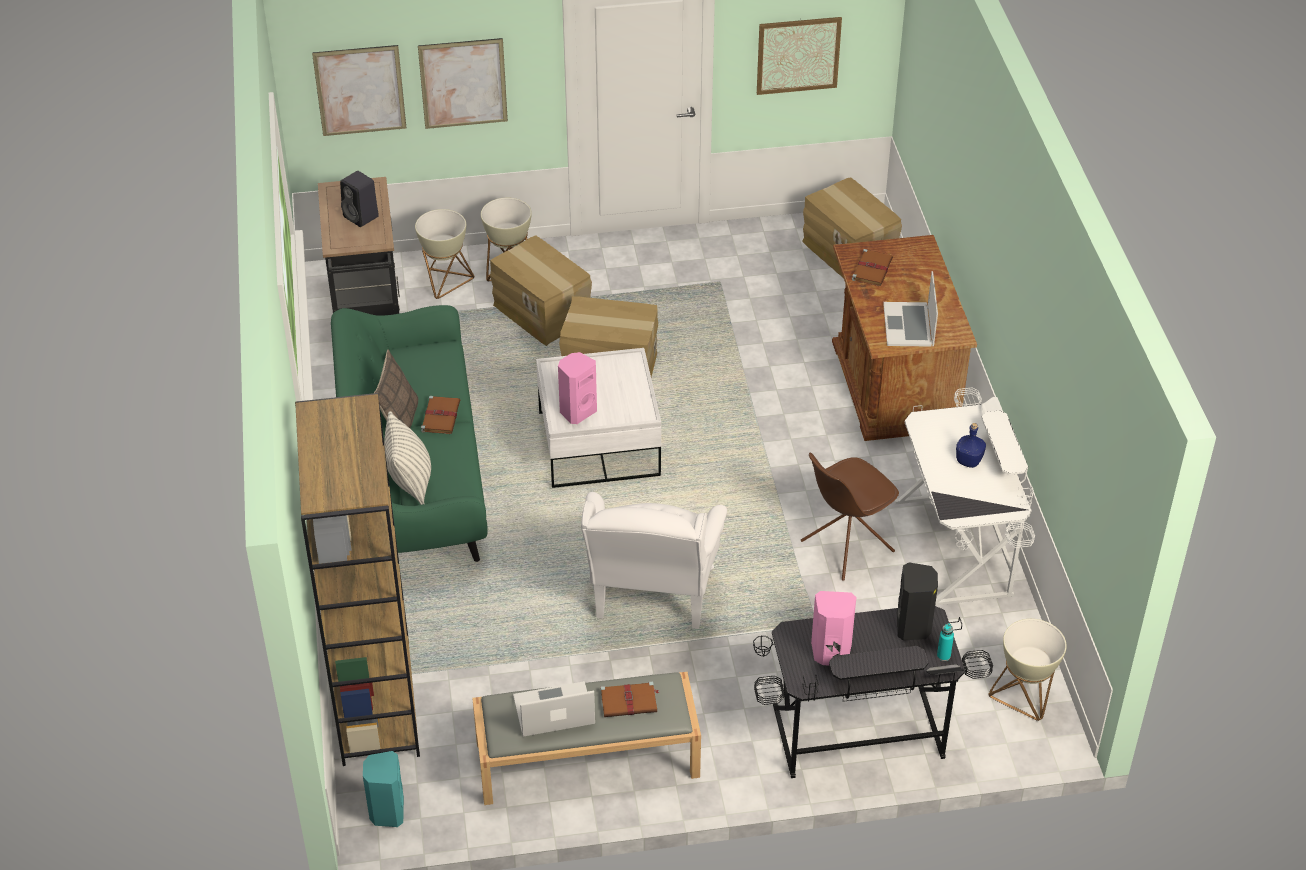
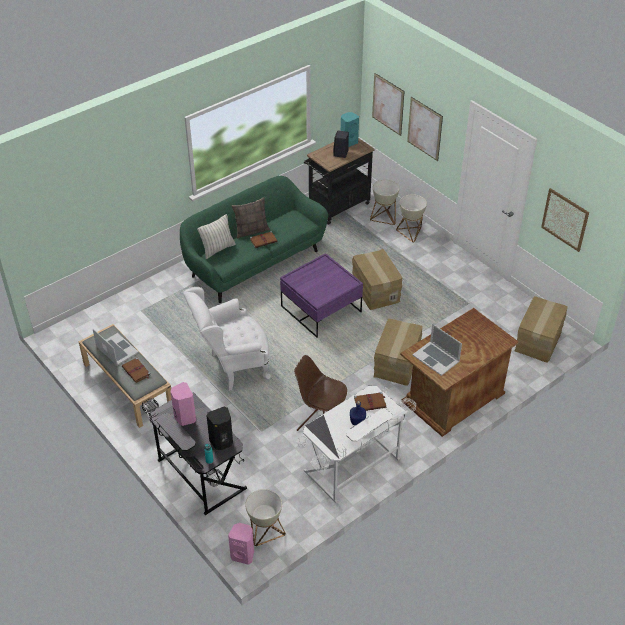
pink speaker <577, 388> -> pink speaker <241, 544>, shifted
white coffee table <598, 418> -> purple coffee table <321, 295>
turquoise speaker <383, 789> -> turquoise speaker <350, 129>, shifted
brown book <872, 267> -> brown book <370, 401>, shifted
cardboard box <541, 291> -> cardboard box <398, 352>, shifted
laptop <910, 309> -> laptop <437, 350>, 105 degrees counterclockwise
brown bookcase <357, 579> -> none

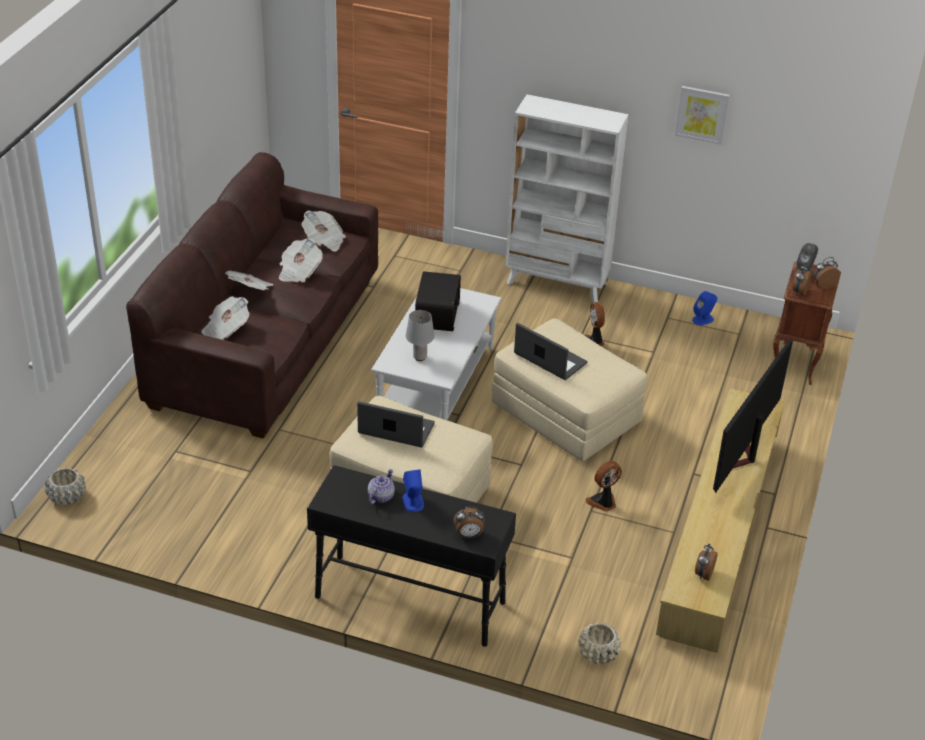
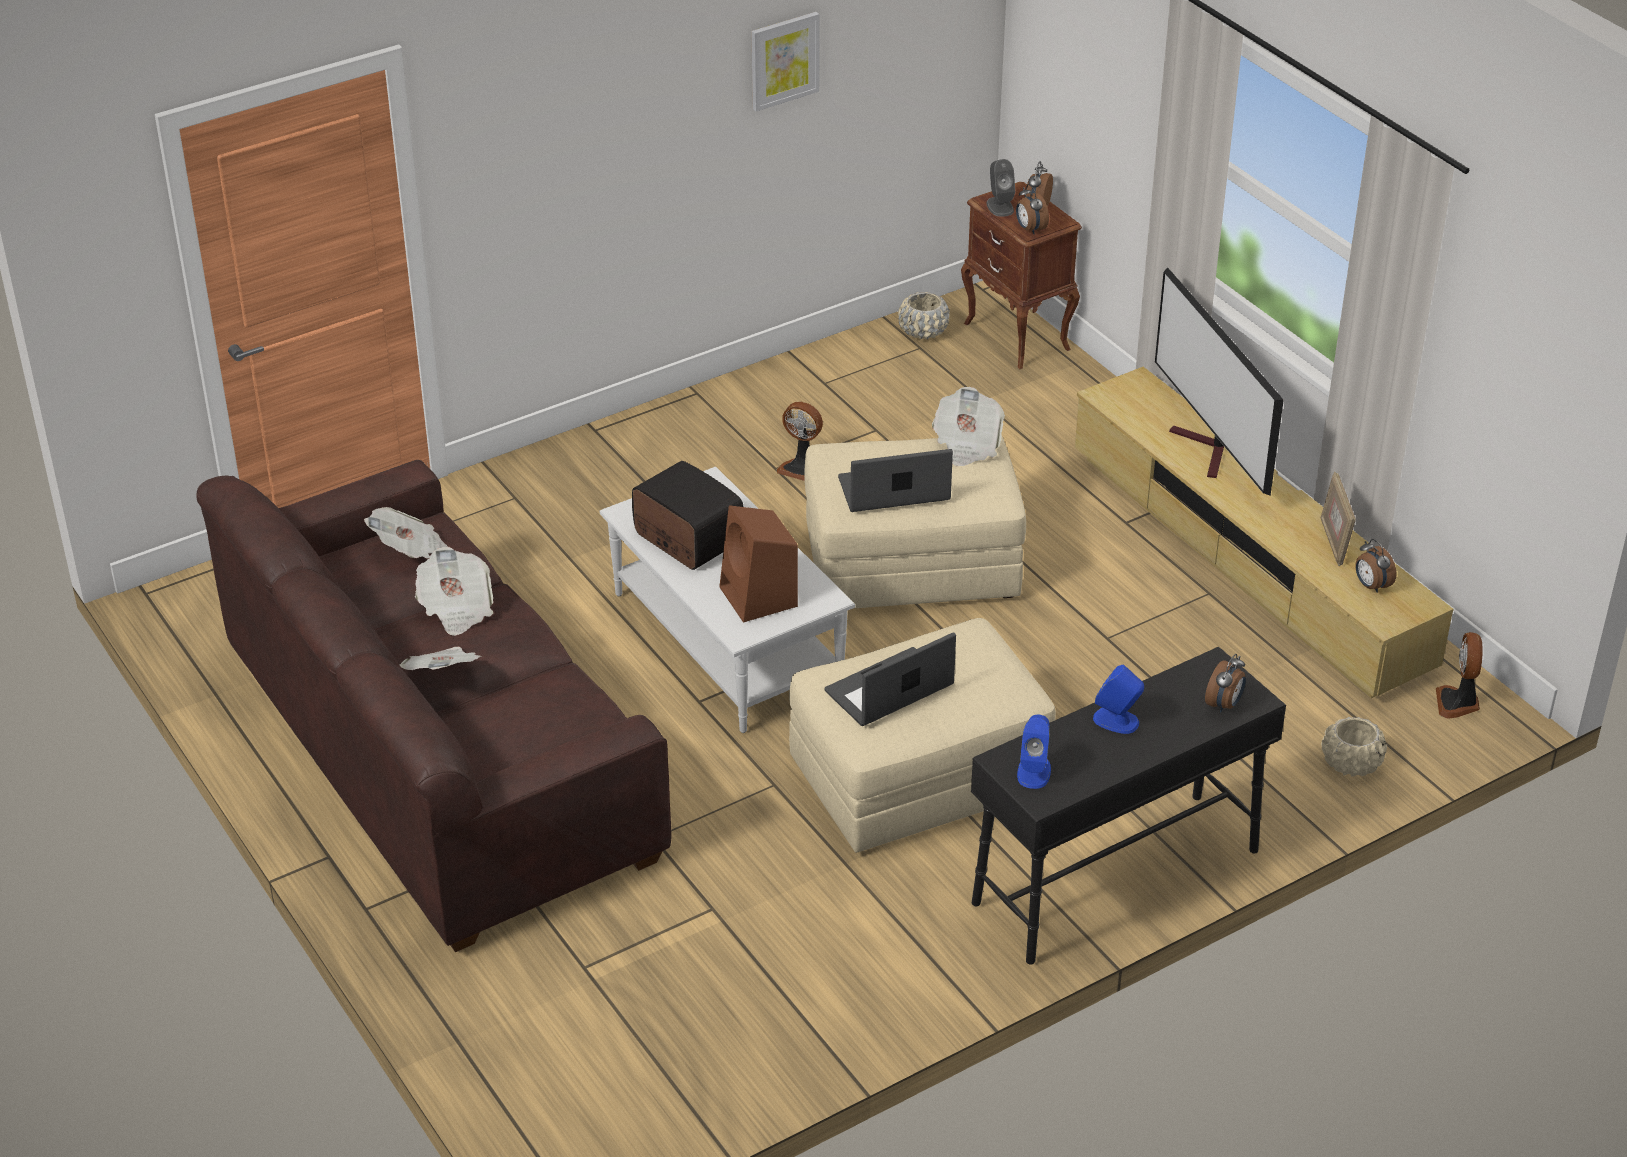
grey table lamp <420, 335> -> brown speaker <759, 563>
beige planter <65, 486> -> beige planter <924, 316>, shifted
newspaper <225, 318> -> newspaper <968, 426>, shifted
blue speaker <704, 308> -> blue speaker <1034, 752>, shifted
none -> picture frame <1338, 519>
fan <604, 486> -> fan <1459, 675>, shifted
teapot <381, 486> -> none
white bookcase <567, 198> -> none

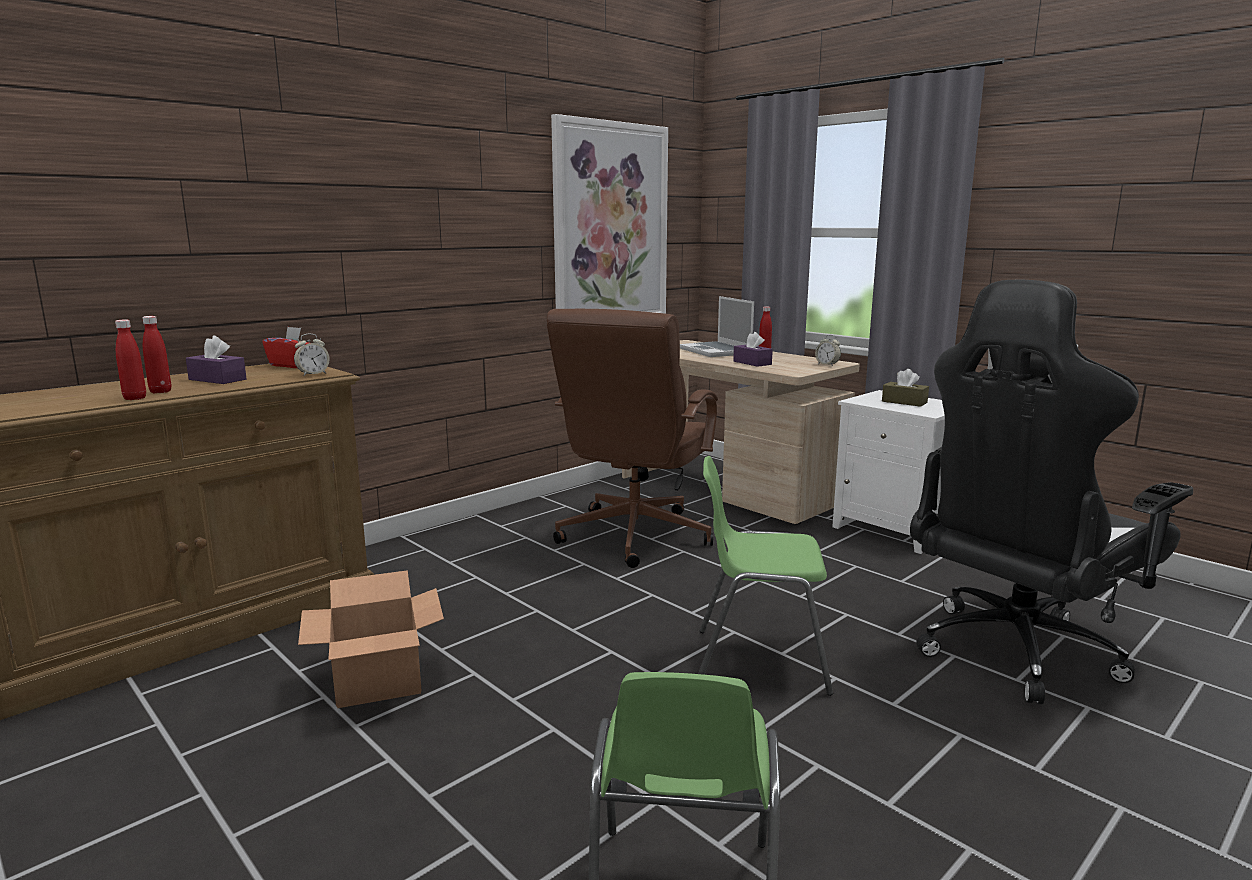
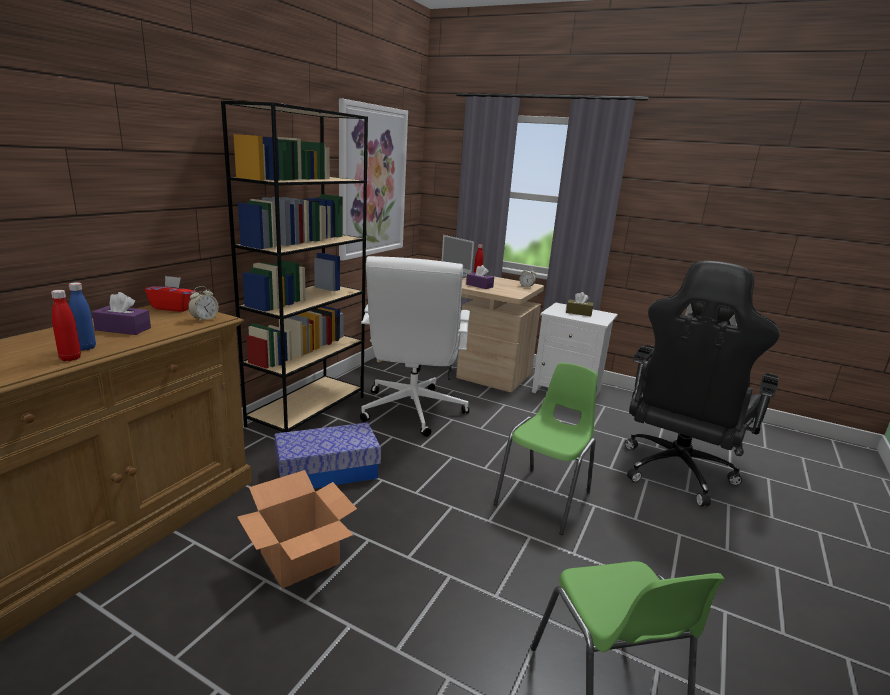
red bottle <156, 354> -> blue bottle <82, 316>
none -> beige bookcase <294, 266>
none -> storage box <328, 455>
brown office chair <632, 438> -> white office chair <415, 346>
green chair <765, 576> -> green chair <546, 449>, 135 degrees clockwise

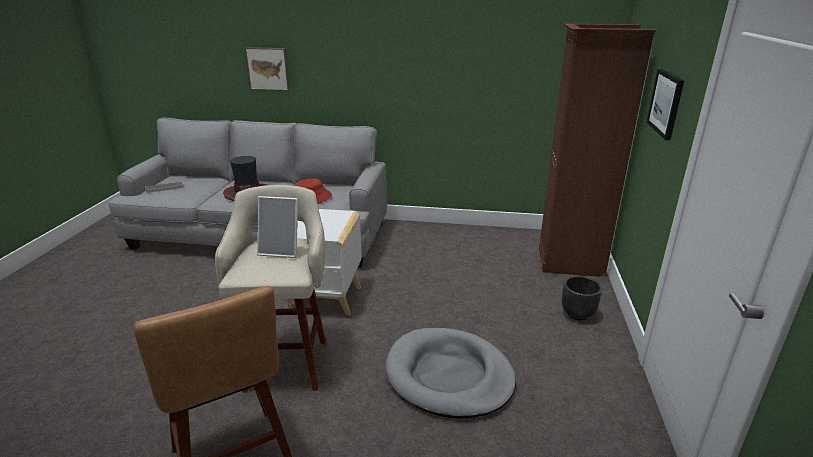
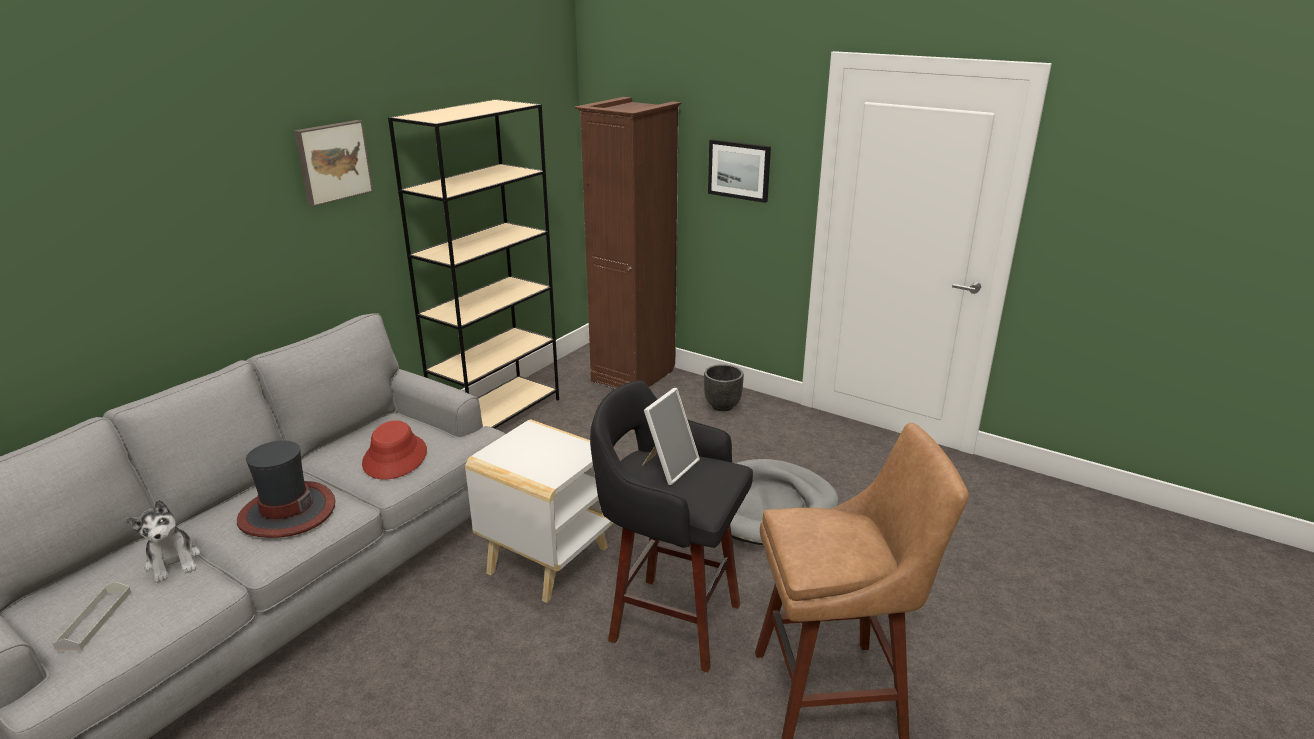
none -> plush toy <163, 541>
picture <267, 69> -> picture <333, 163>, shifted
none -> beige bookcase <473, 263>
beige stool <270, 289> -> black stool <671, 526>

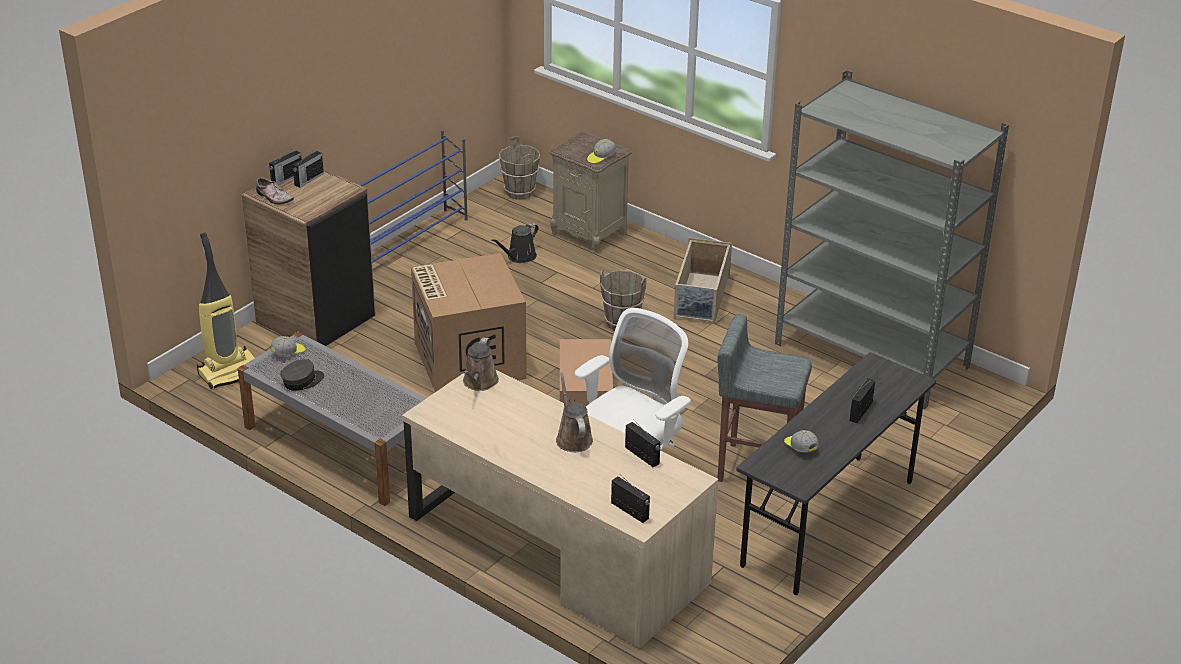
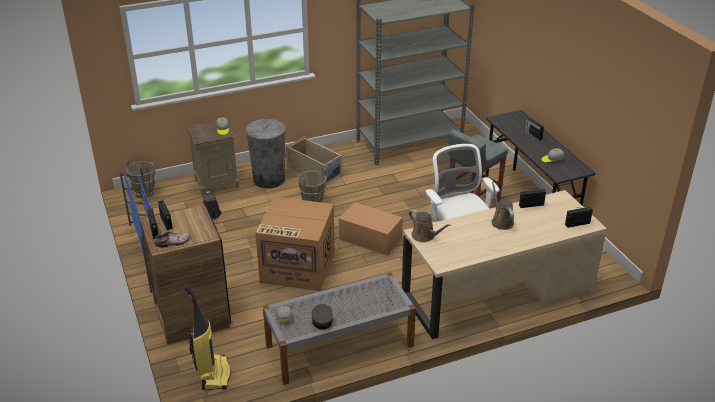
none -> grey trash can <266, 153>
brown watering can <574, 412> -> brown watering can <503, 206>, 60 degrees clockwise

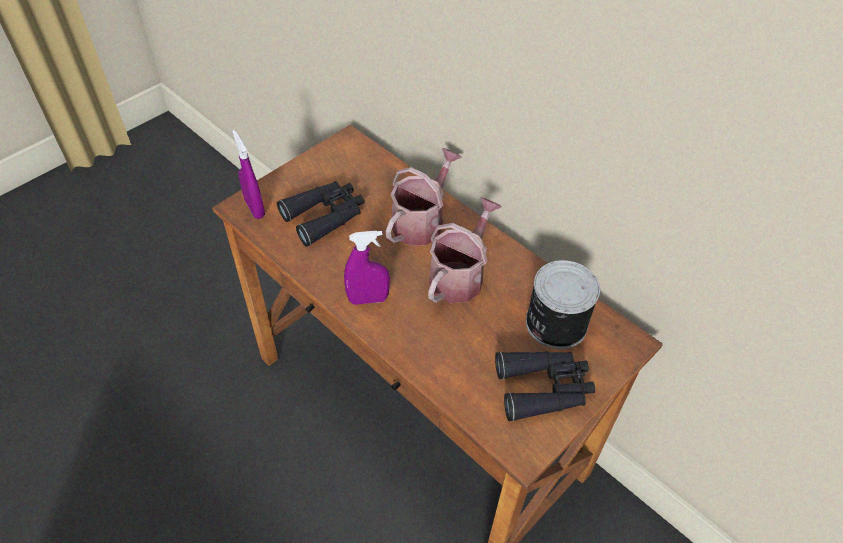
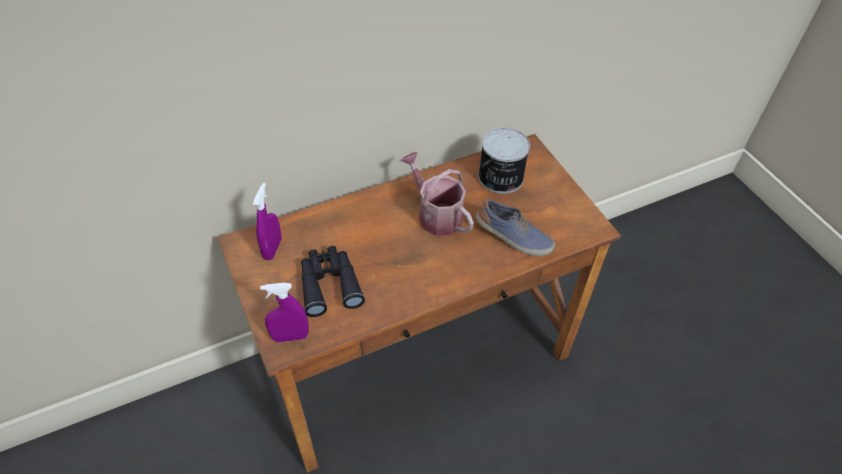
purple spray bottle <367, 267> -> purple spray bottle <267, 221>, shifted
none -> shoe <515, 227>
watering can <424, 197> -> none
black binoculars <545, 386> -> none

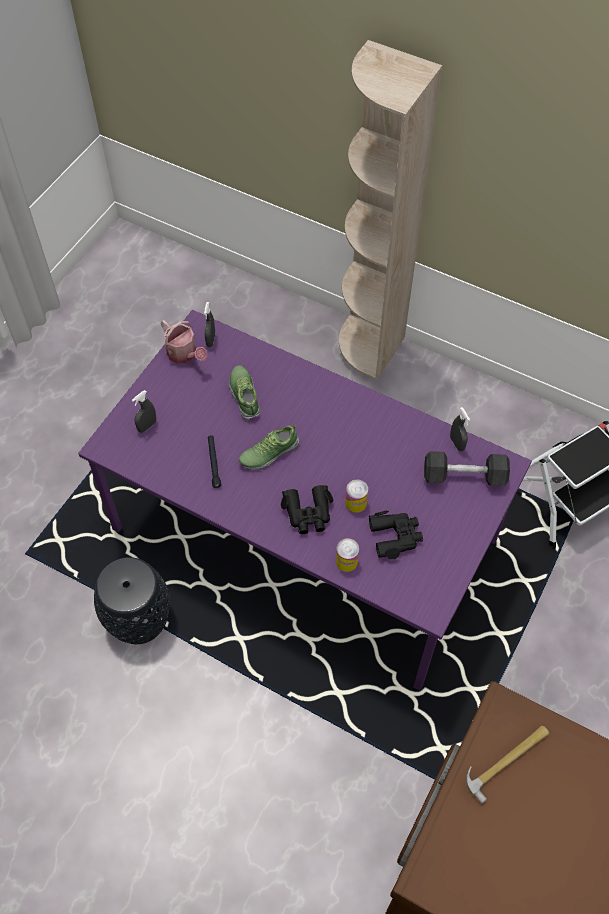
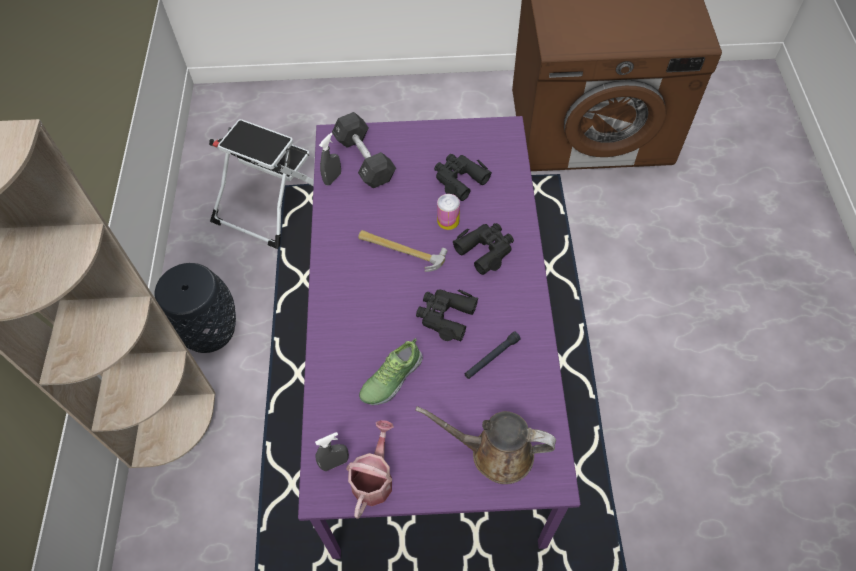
black stool <132, 600> -> black stool <195, 308>, shifted
hammer <507, 765> -> hammer <403, 251>, shifted
grey spray bottle <144, 411> -> brown watering can <485, 445>
shoe <269, 447> -> black binoculars <447, 315>
can <347, 555> -> none

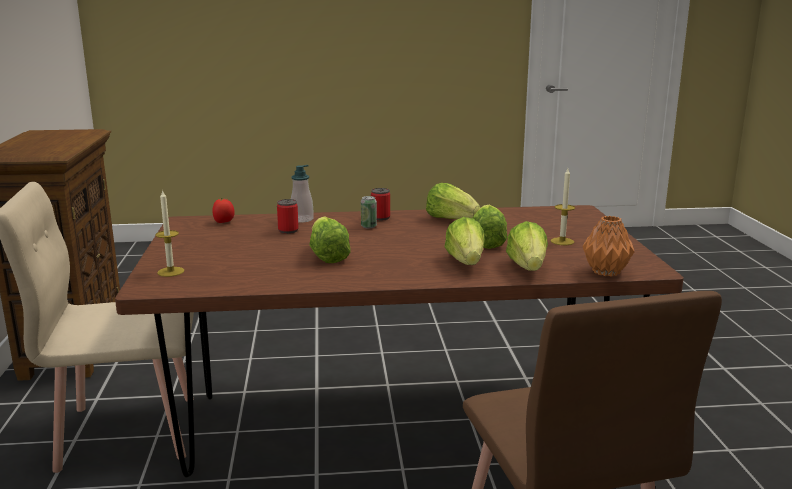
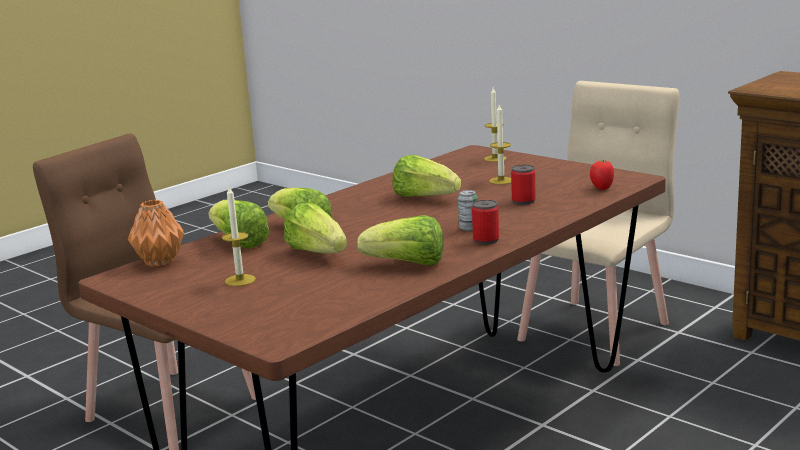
none -> candle <500, 145>
soap dispenser <302, 194> -> none

